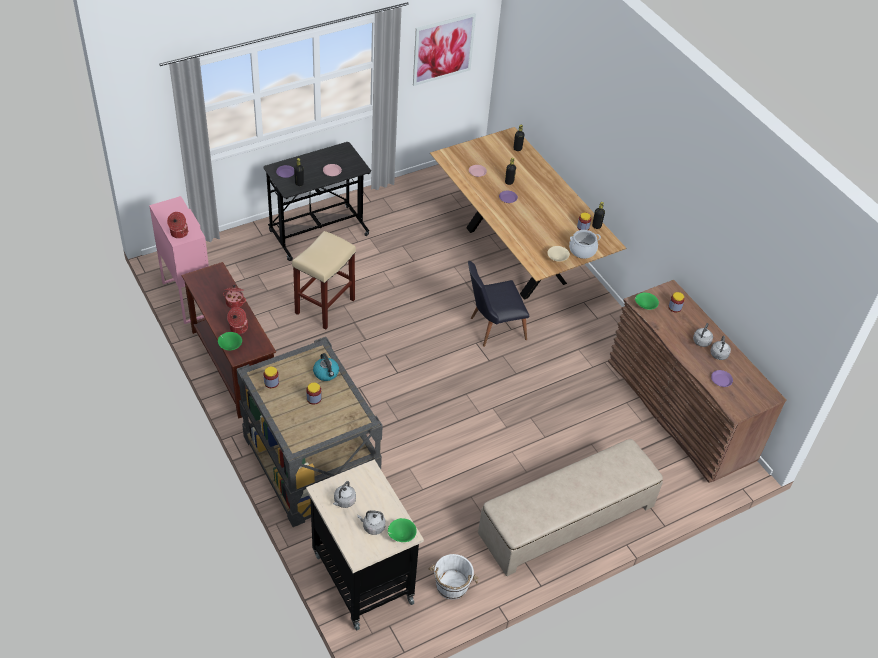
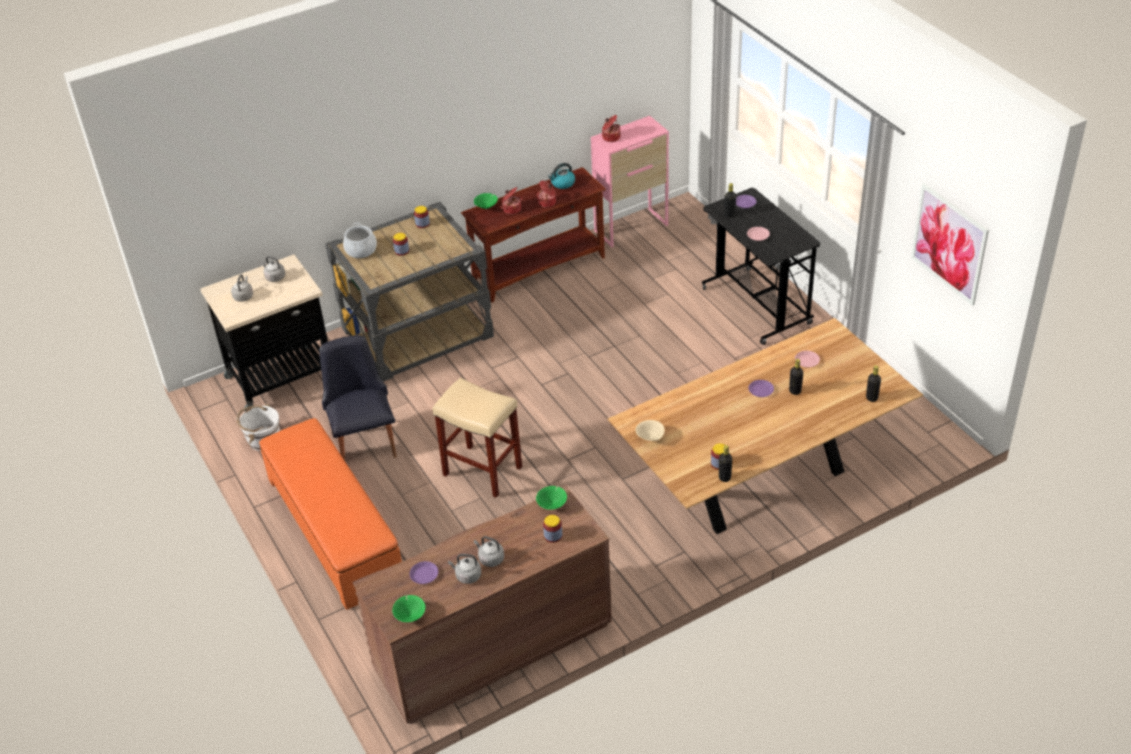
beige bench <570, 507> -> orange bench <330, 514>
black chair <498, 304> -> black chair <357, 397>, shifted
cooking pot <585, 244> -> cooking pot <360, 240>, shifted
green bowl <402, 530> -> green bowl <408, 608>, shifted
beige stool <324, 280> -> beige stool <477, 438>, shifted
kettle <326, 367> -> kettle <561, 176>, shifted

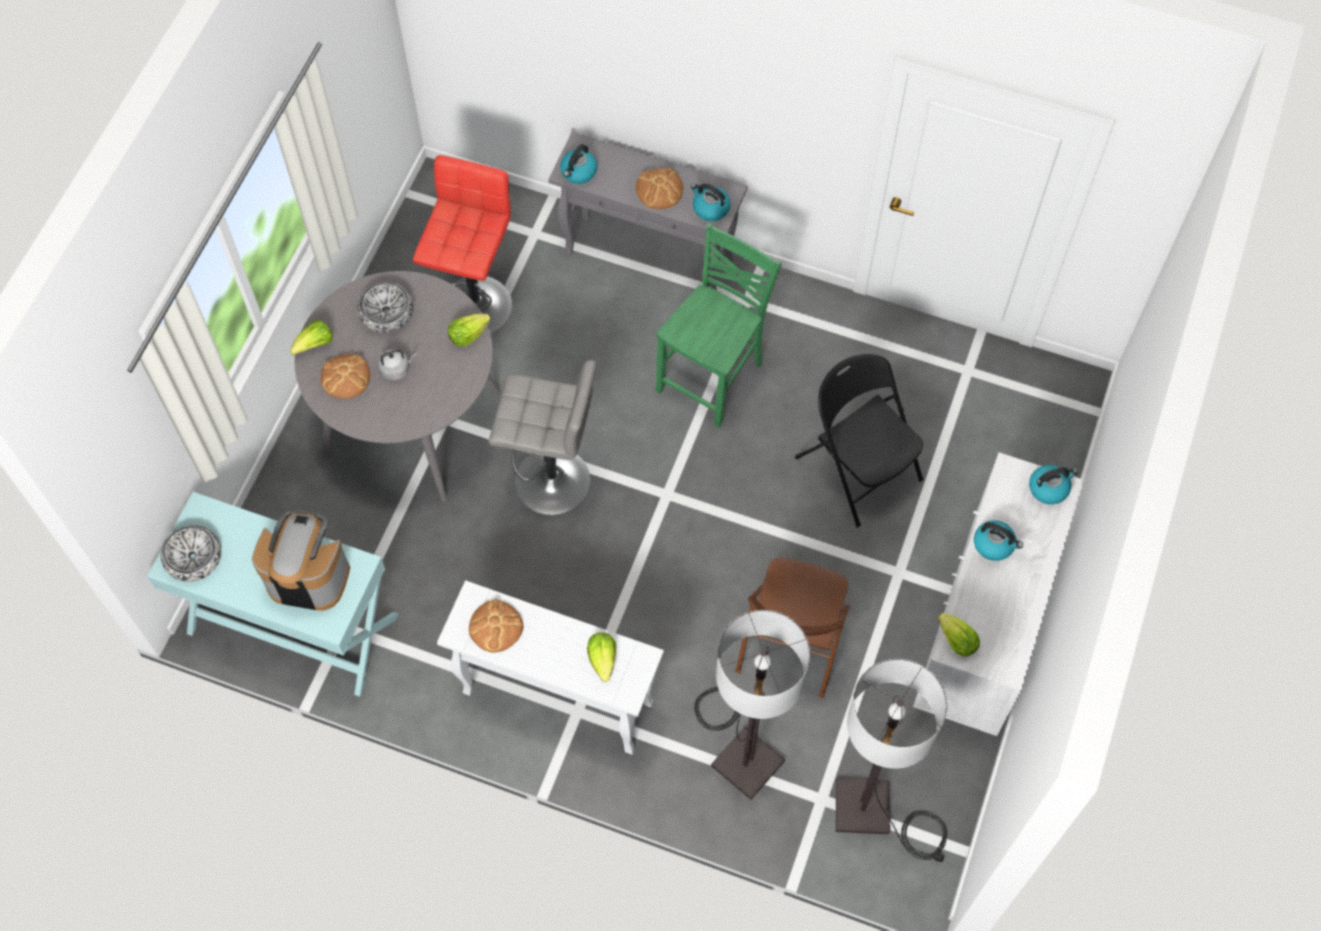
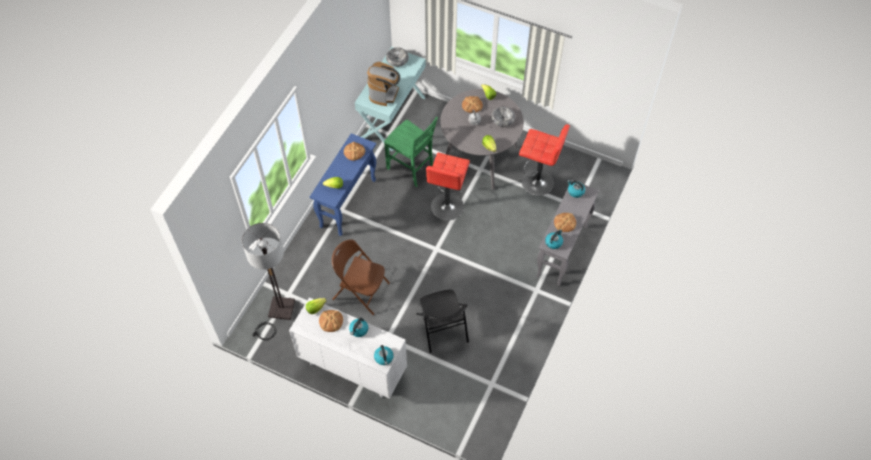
white console table <550, 667> -> blue console table <343, 184>
none -> bread <331, 321>
green chair <719, 325> -> green chair <411, 152>, shifted
black chair <859, 441> -> black chair <442, 321>, 105 degrees clockwise
grey stool <542, 437> -> red stool <448, 186>
floor lamp <752, 704> -> none

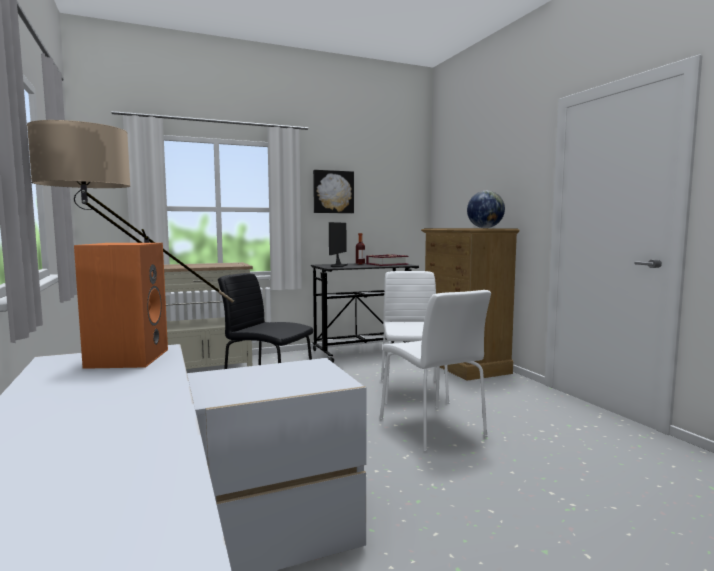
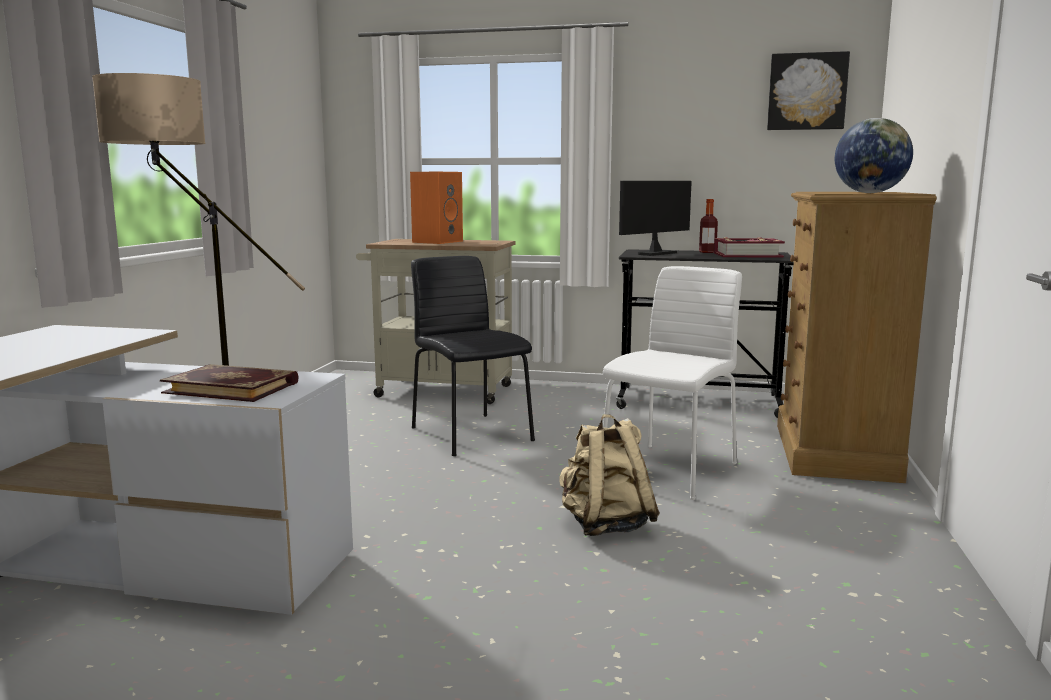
none -> book <229, 383>
orange speaker <121, 306> -> orange speaker <436, 208>, shifted
white chair <435, 371> -> beige backpack <609, 475>
picture <333, 191> -> picture <808, 90>, shifted

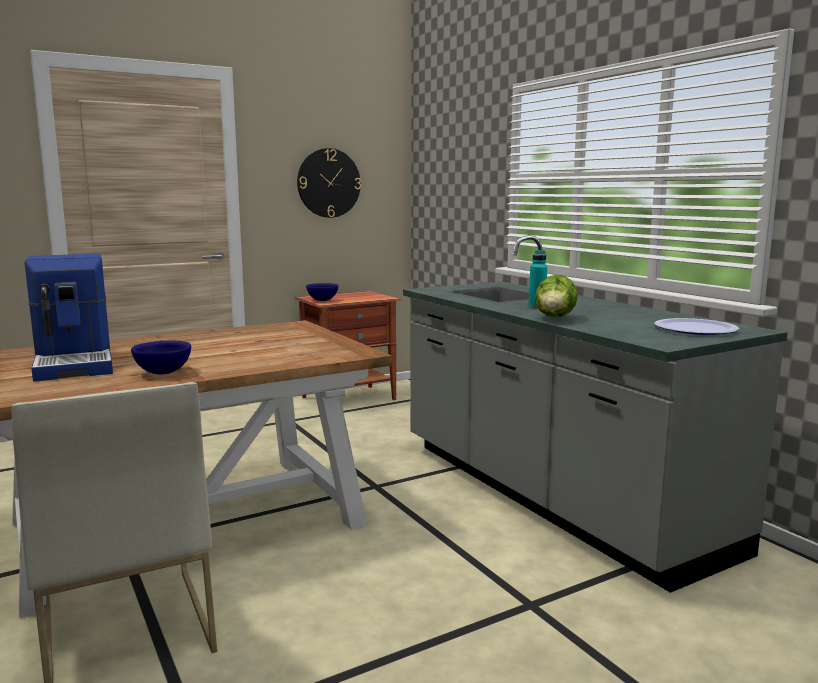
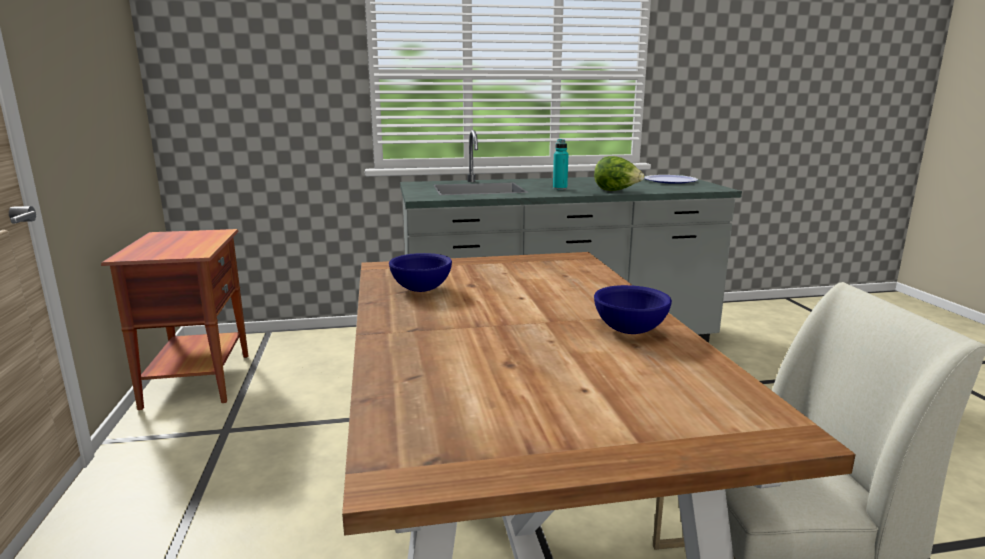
blue bowl <322, 292> -> blue bowl <420, 272>, shifted
coffee machine <68, 317> -> none
wall clock <329, 183> -> none

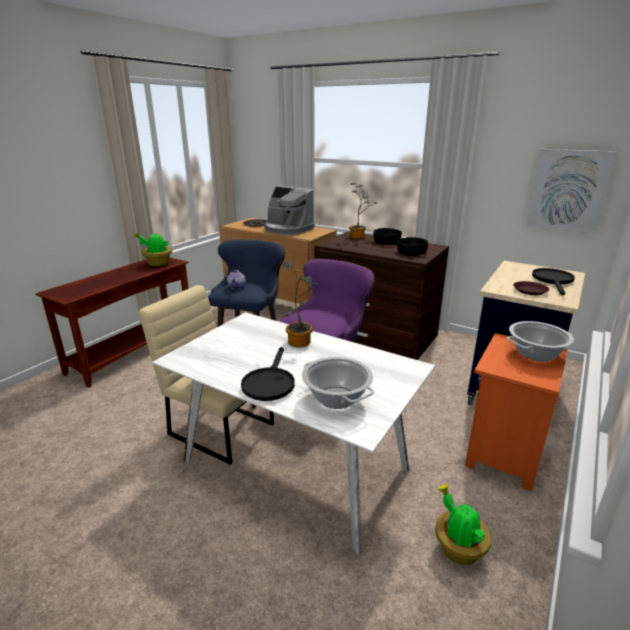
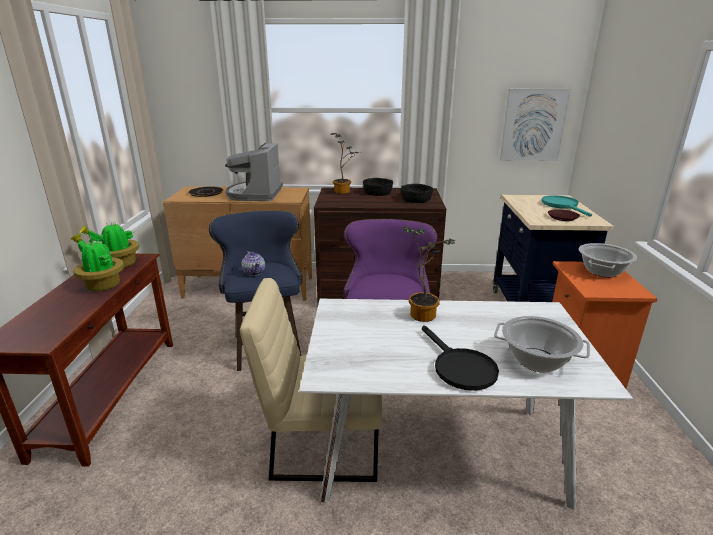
potted plant <463, 524> -> potted plant <97, 262>, shifted
coffee machine <289, 210> -> coffee machine <254, 172>, 90 degrees clockwise
black frying pan <553, 281> -> turquoise frying pan <566, 206>

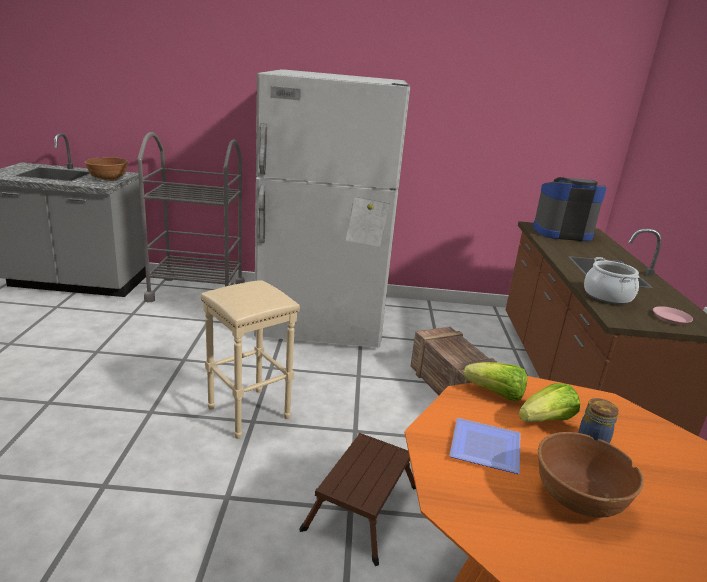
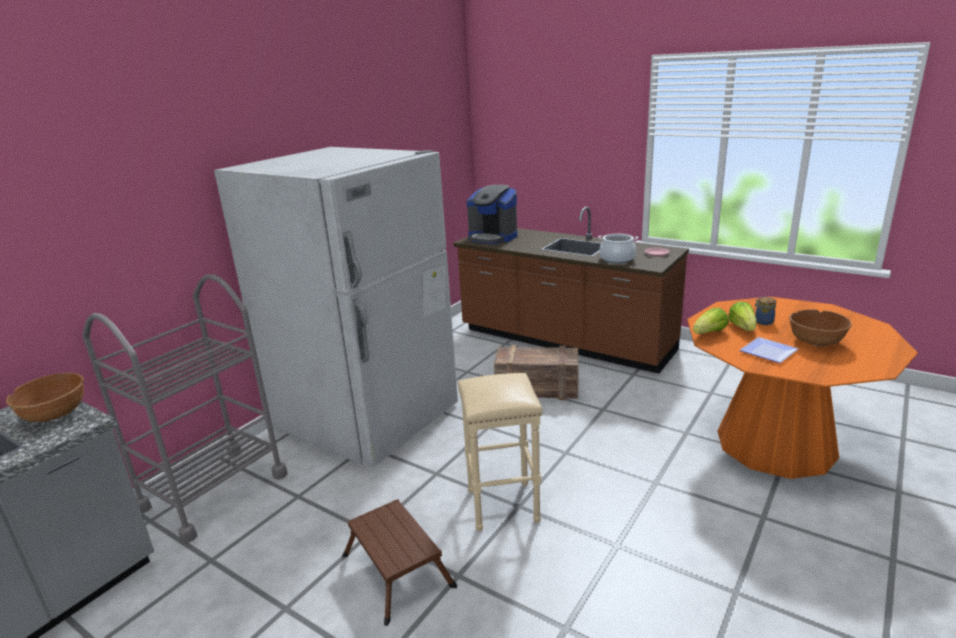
brown step ladder <357, 499> -> brown step ladder <399, 562>, shifted
coffee machine <570, 209> -> coffee machine <492, 214>, 90 degrees counterclockwise

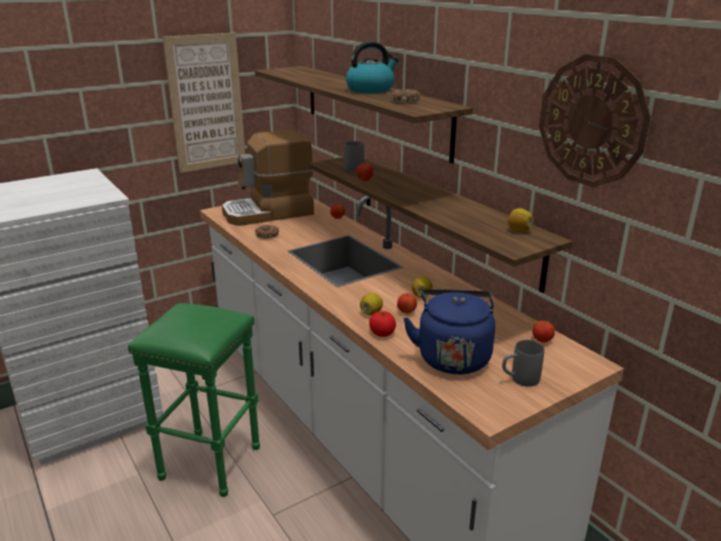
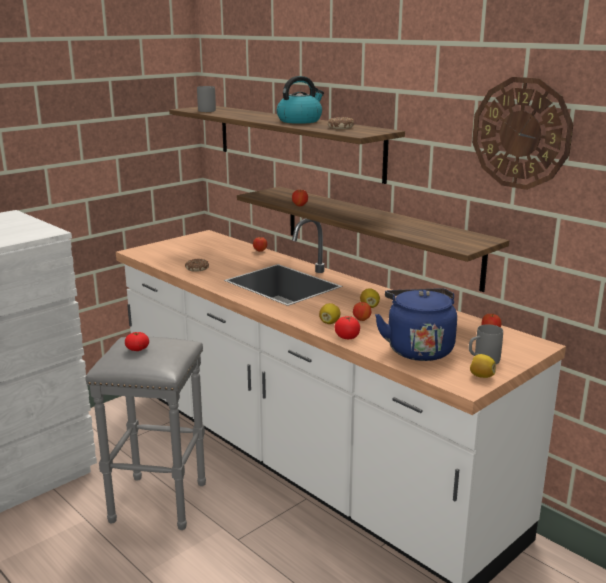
green stool <194, 400> -> grey stool <146, 433>
none -> tomato <137, 341>
grey mug <354, 156> -> grey mug <206, 99>, shifted
lemon <520, 219> -> lemon <483, 366>, shifted
picture <203, 103> -> none
coffee machine <268, 178> -> none

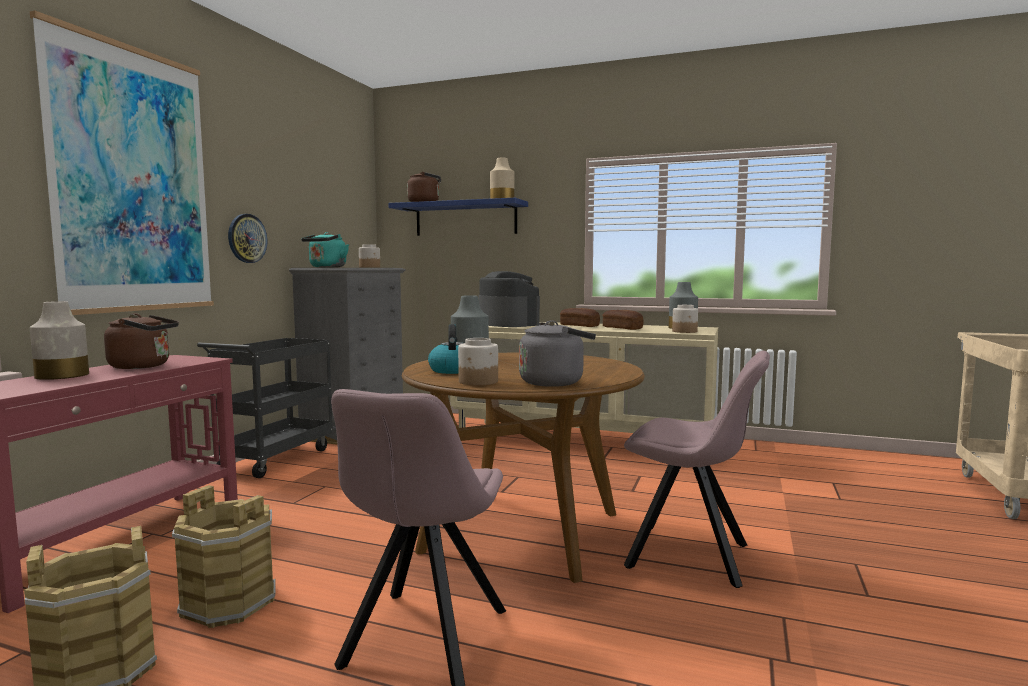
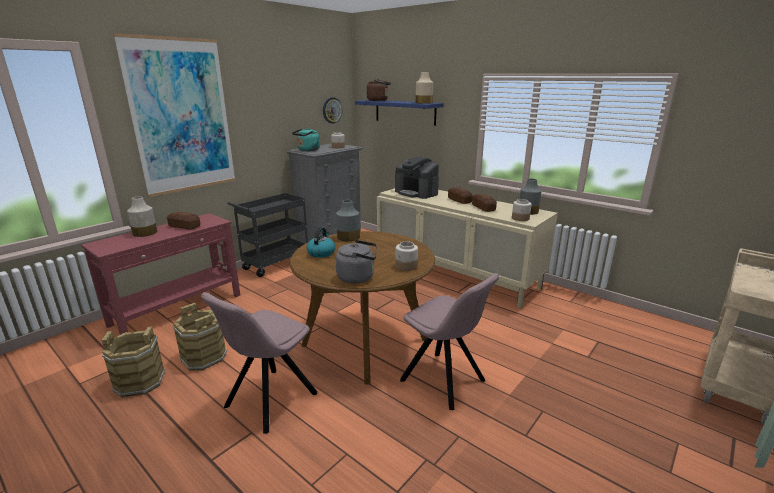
brown kettle <141, 341> -> bread <183, 220>
wall clock <247, 238> -> wall clock <332, 110>, shifted
coffee machine <509, 299> -> coffee machine <417, 178>, 150 degrees clockwise
jar <478, 361> -> jar <406, 256>, shifted

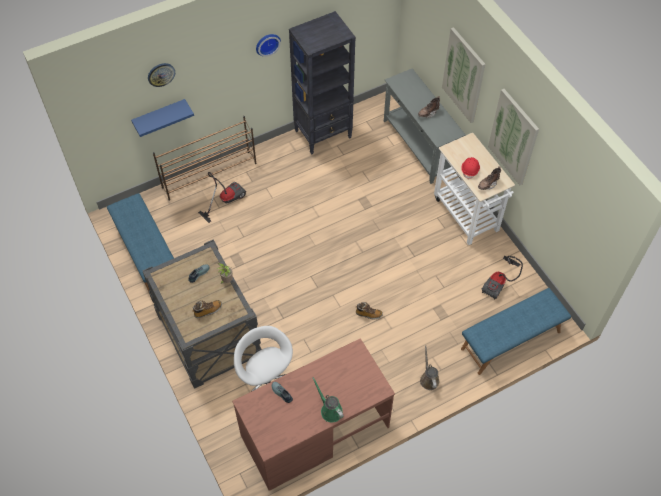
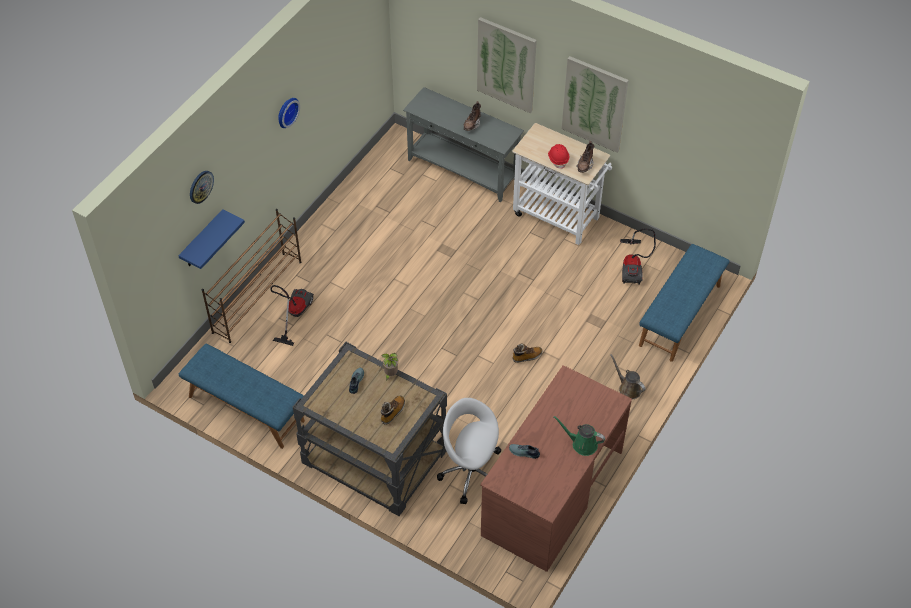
black bookcase <322, 83> -> none

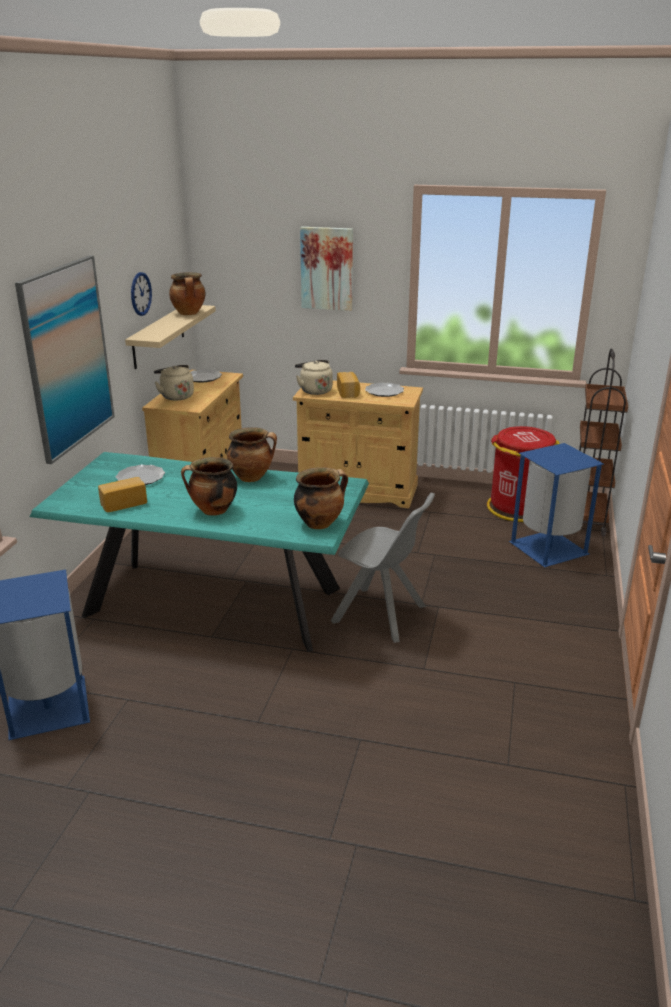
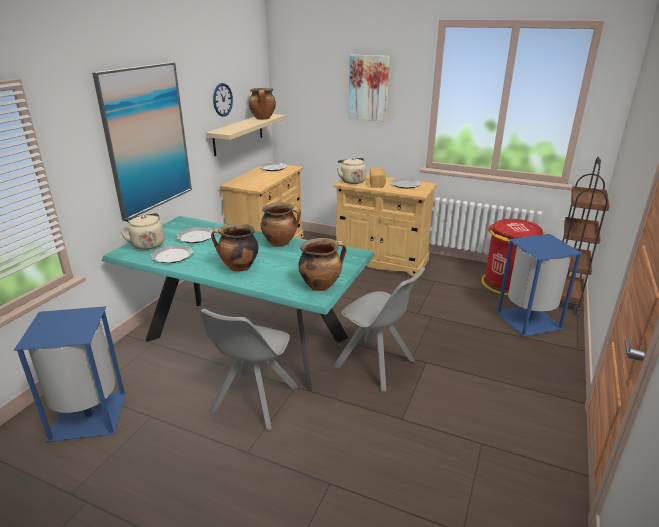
beige kettle <174, 382> -> beige kettle <142, 231>, shifted
bread <122, 494> -> plate <172, 254>
none -> grey chair <249, 370>

